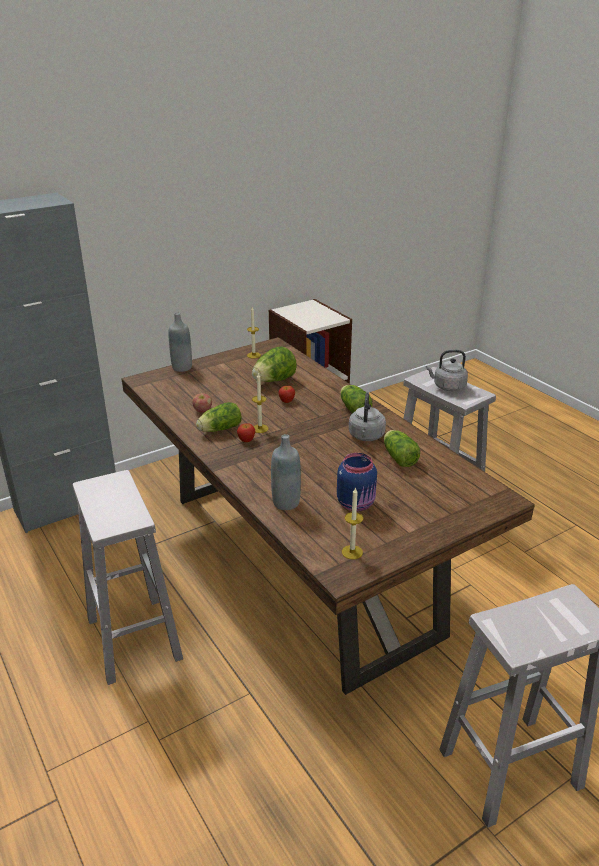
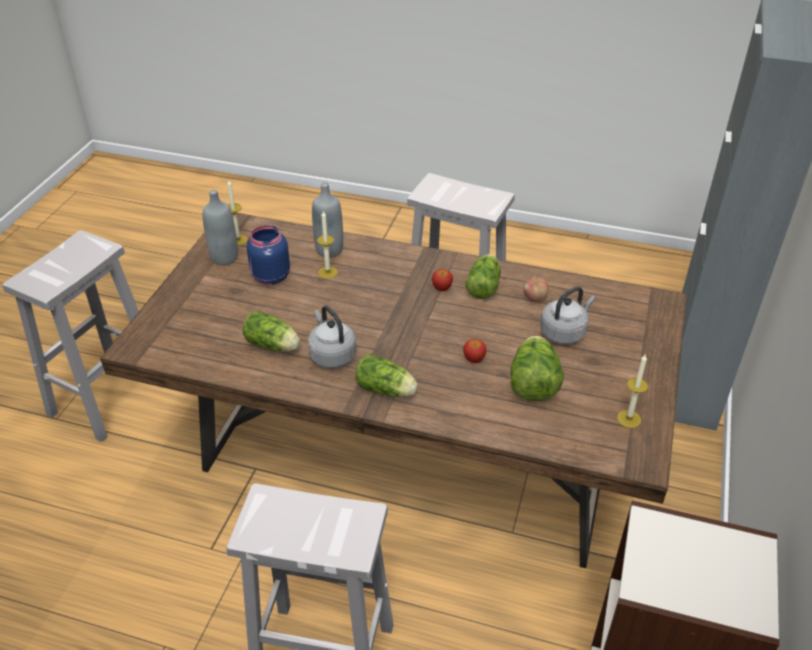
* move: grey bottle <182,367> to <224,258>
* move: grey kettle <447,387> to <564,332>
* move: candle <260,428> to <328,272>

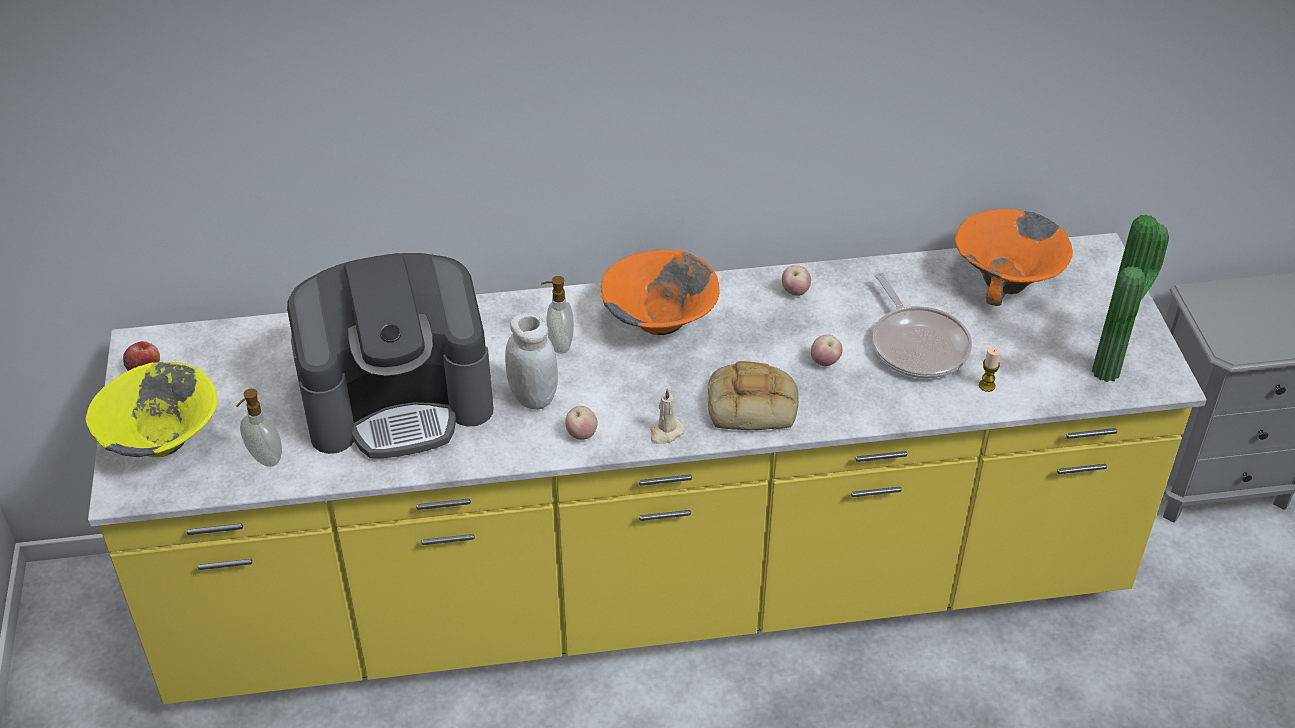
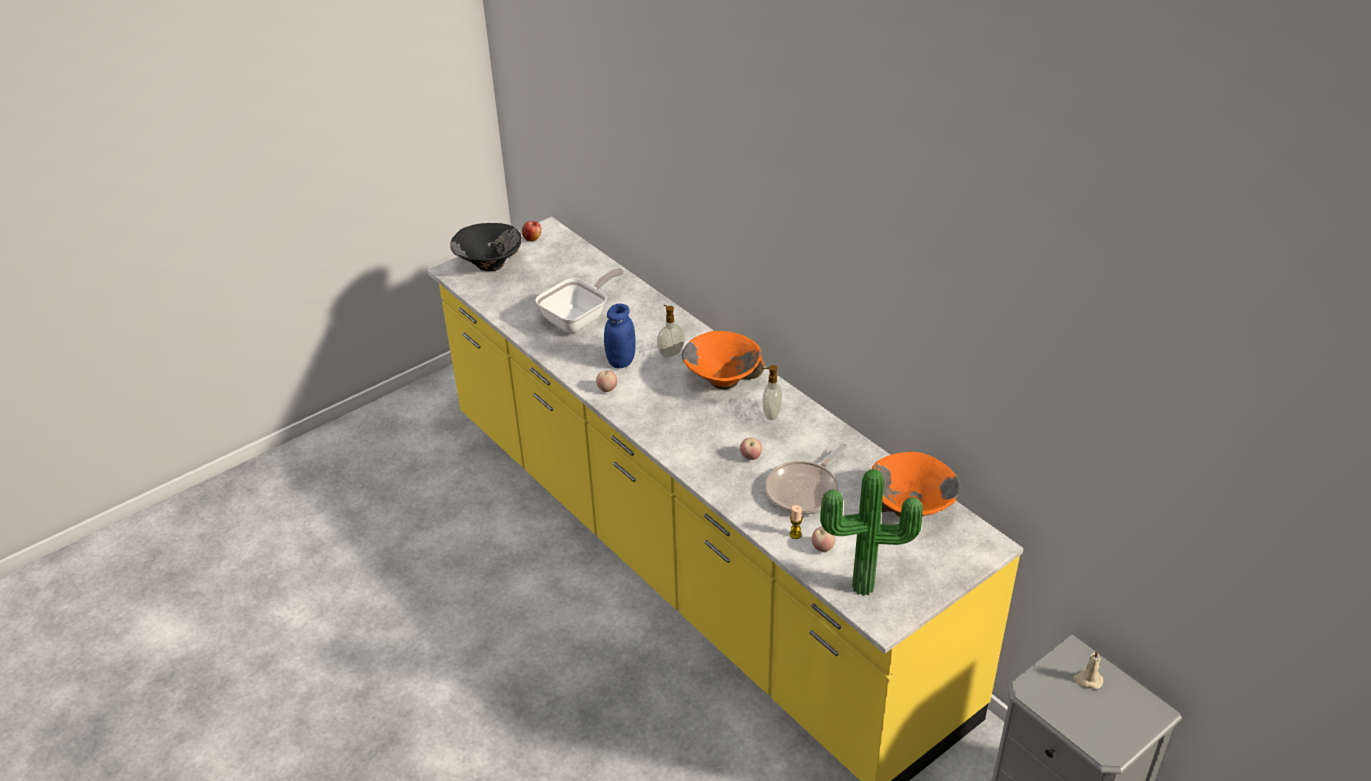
* replace: coffee machine <398,399> to frying pan <579,319>
* move: apple <795,292> to <822,548>
* recolor: white jar <533,397> to blue jar <621,361>
* delete: bread <753,403>
* recolor: yellow bowl <161,443> to black bowl <489,265>
* move: soap dispenser <264,458> to <770,414>
* move: beige candle <665,432> to <1087,680>

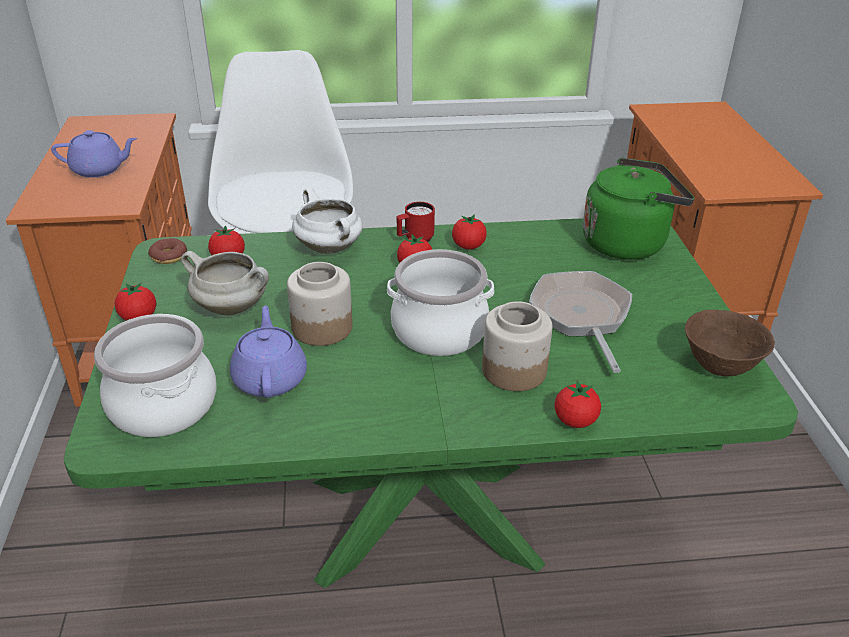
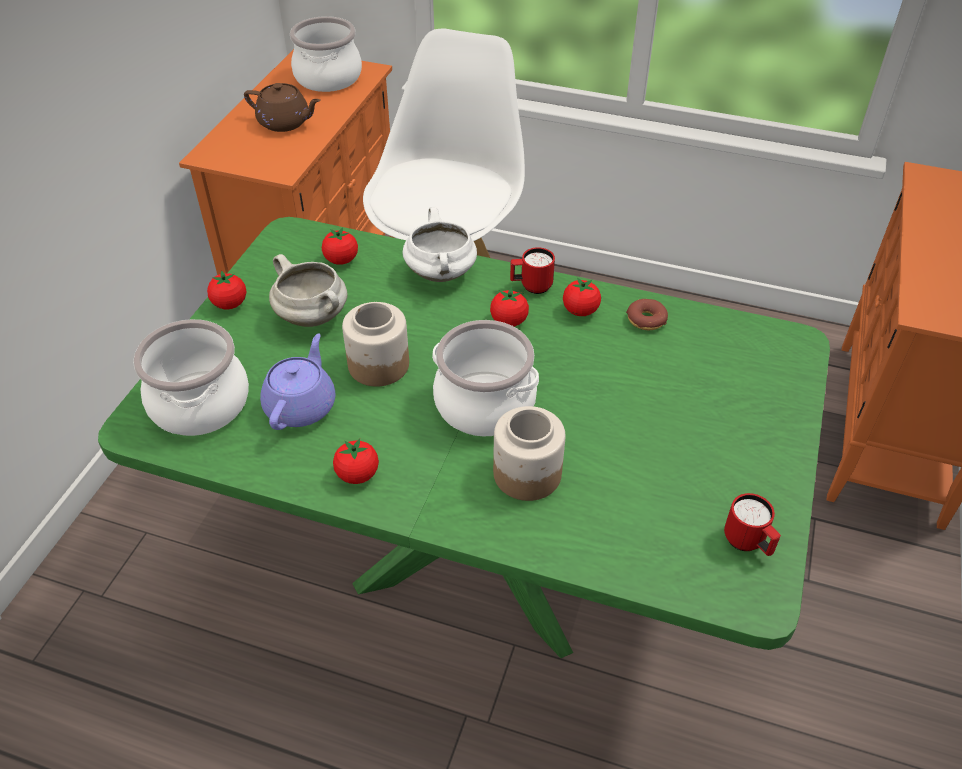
* recolor: purple teapot <99,170> to brown teapot <285,123>
* delete: green kettle <628,243>
* move: donut <169,257> to <646,320>
* delete: frying pan <581,317>
* replace: brown bowl <719,366> to red mug <748,543>
* move: tomato <575,421> to <357,474>
* insert: cooking pot <327,78>

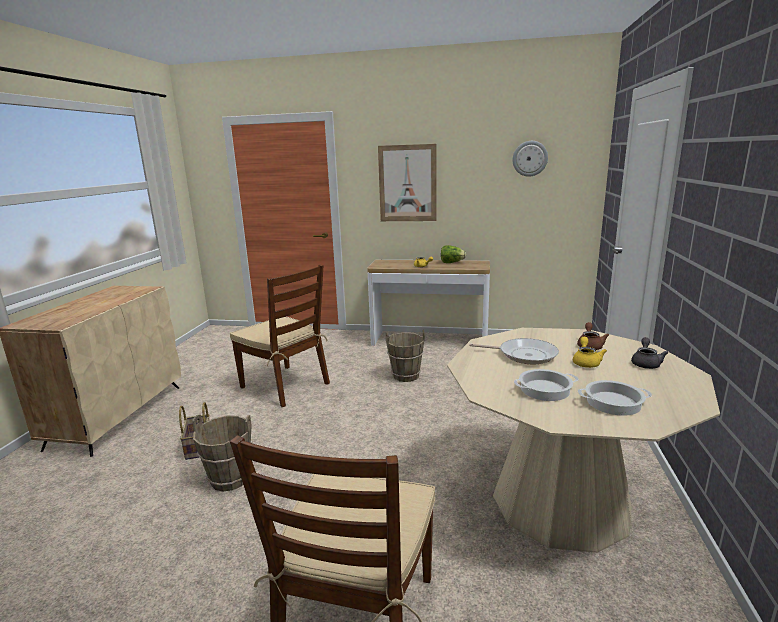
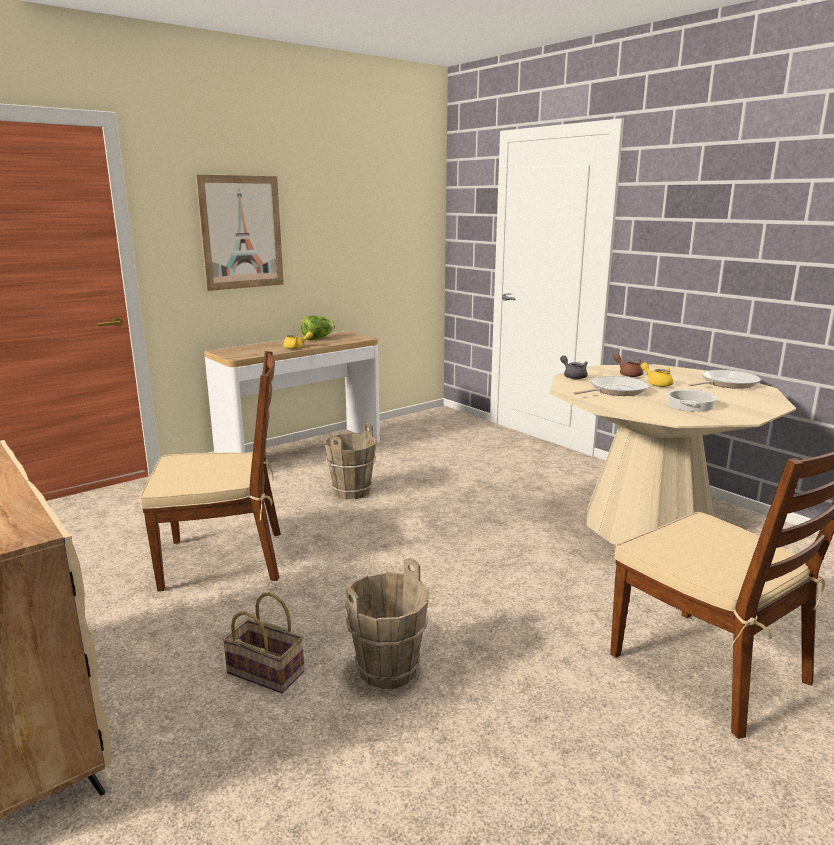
* delete: wall clock <530,158>
* move: grey teapot <646,363> to <573,376>
* delete: cooking pot <613,402>
* insert: frying pan <726,383>

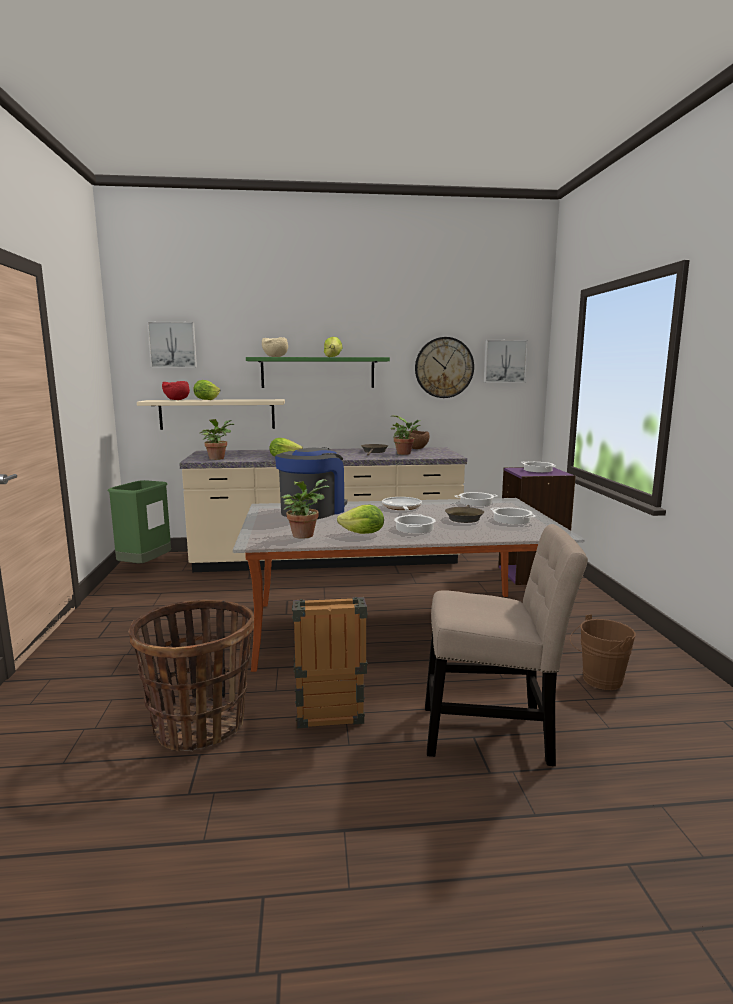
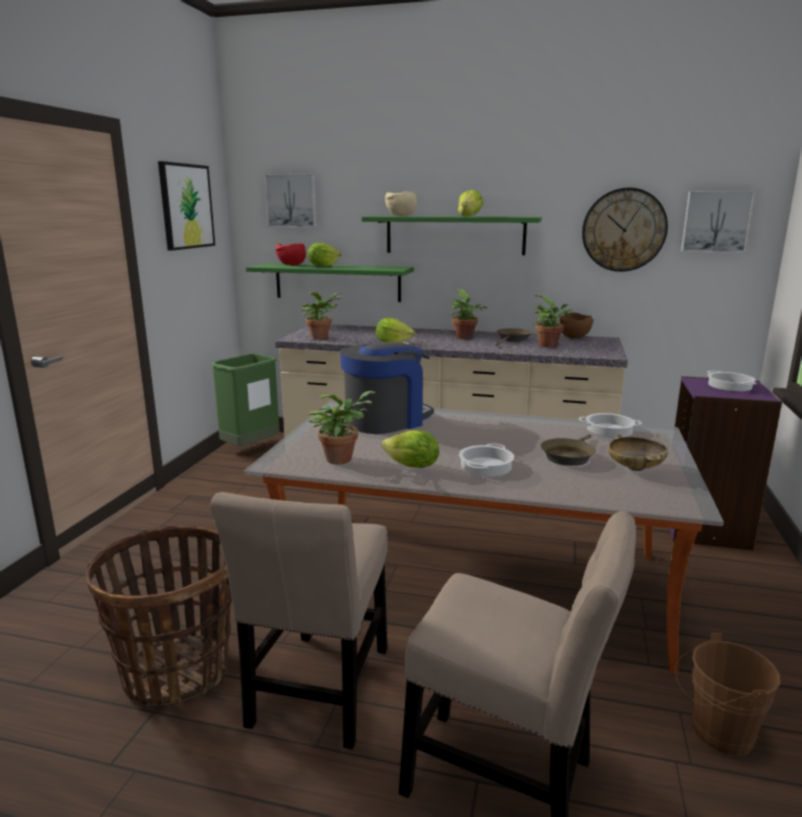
* recolor: beige shelf <217,414> to green shelf <337,282>
* delete: frying pan <401,508>
* replace: cooking pot <511,520> to beige bowl <635,468>
* replace: crate <328,714> to beige chair <319,692>
* insert: picture <186,206>
* insert: potted plant <465,338>

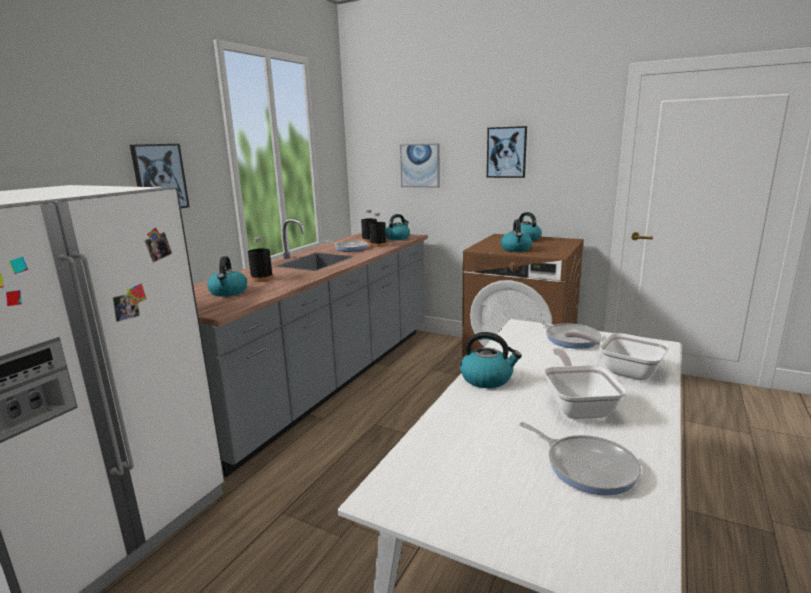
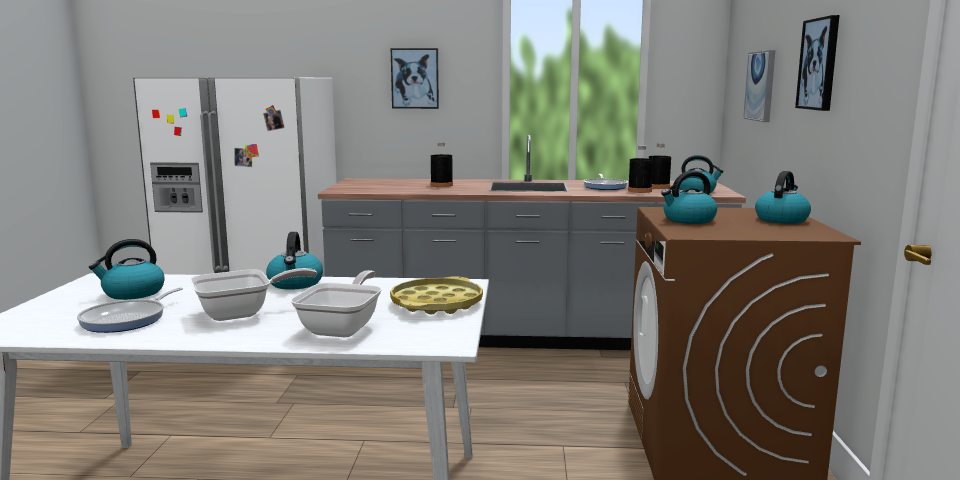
* move: kettle <228,292> to <132,293>
* replace: frying pan <569,338> to yellow tray <437,303>

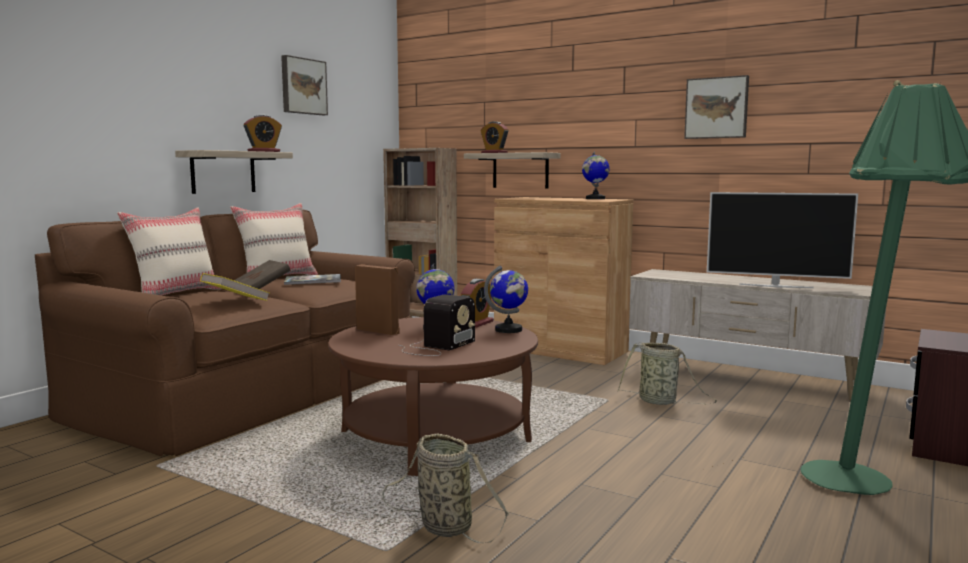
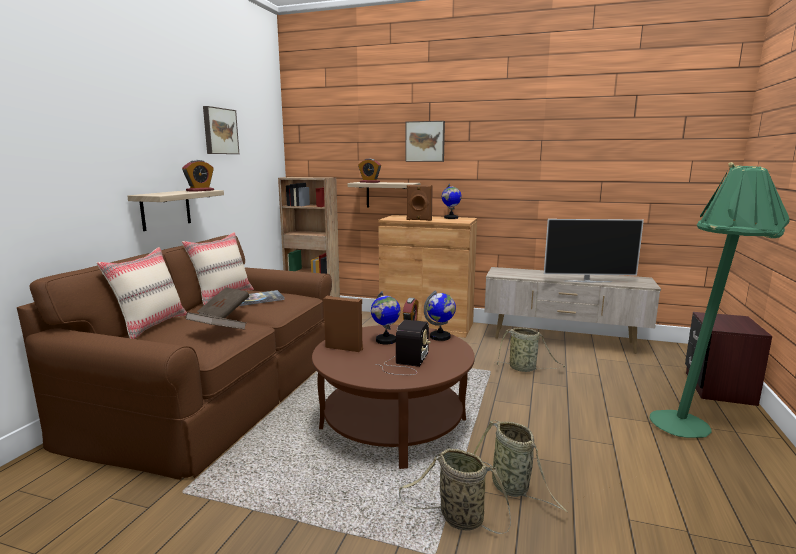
* move: picture <717,108> to <425,141>
* recolor: yellow book <235,301> to brown book <217,332>
* insert: brown speaker <419,220>
* insert: basket <513,488>

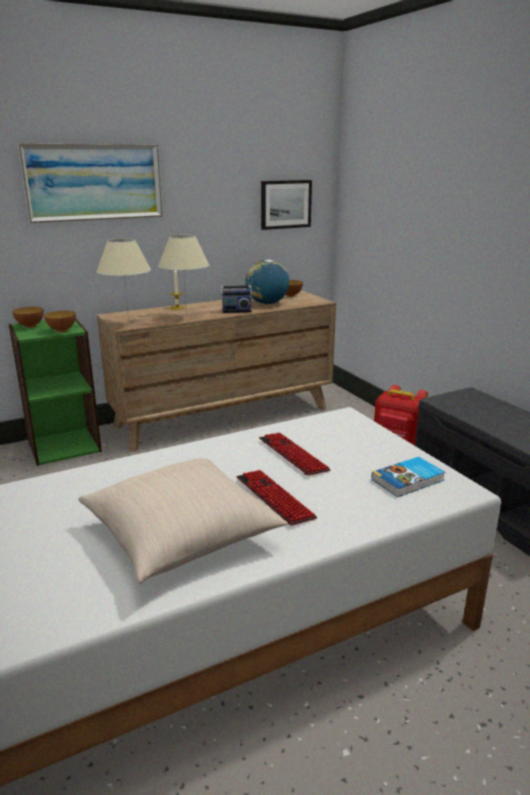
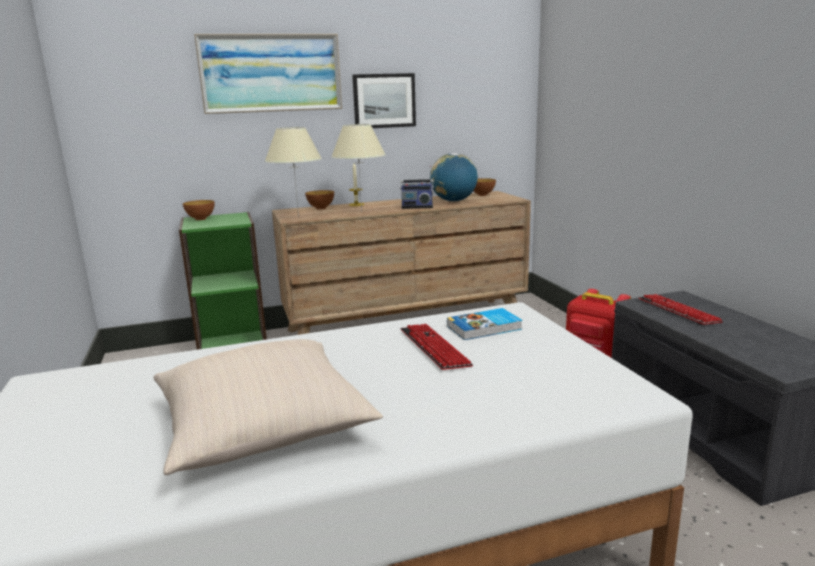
* move: picture <285,204> to <384,101>
* move: bowl <62,330> to <320,208>
* move: book <409,480> to <485,328>
* move: keyboard <274,498> to <678,311>

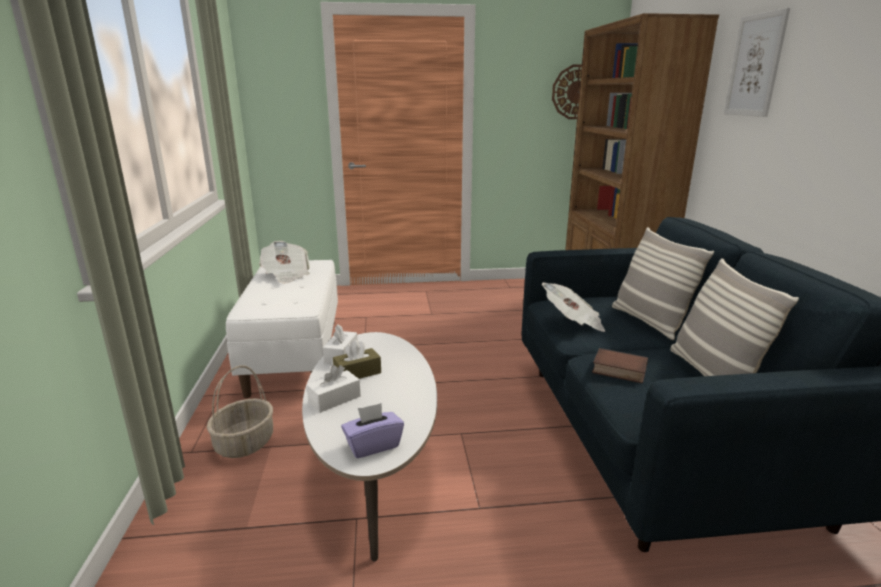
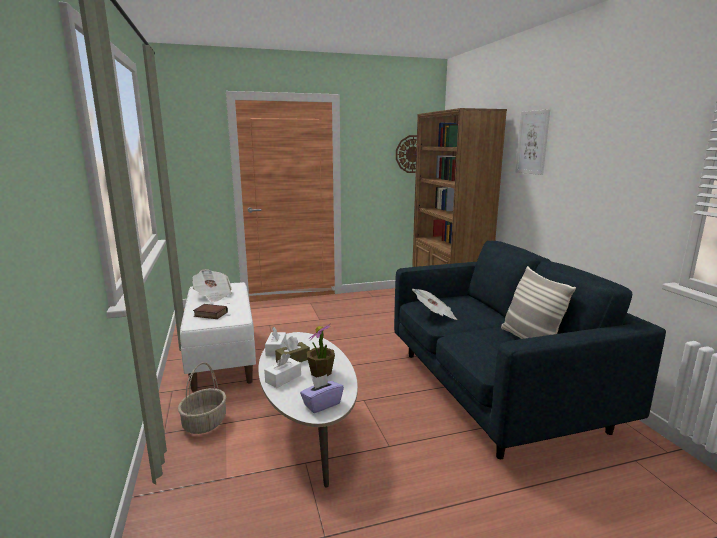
* delete: pillow <649,321>
* move: book <618,370> to <210,314>
* insert: potted plant <321,372>

